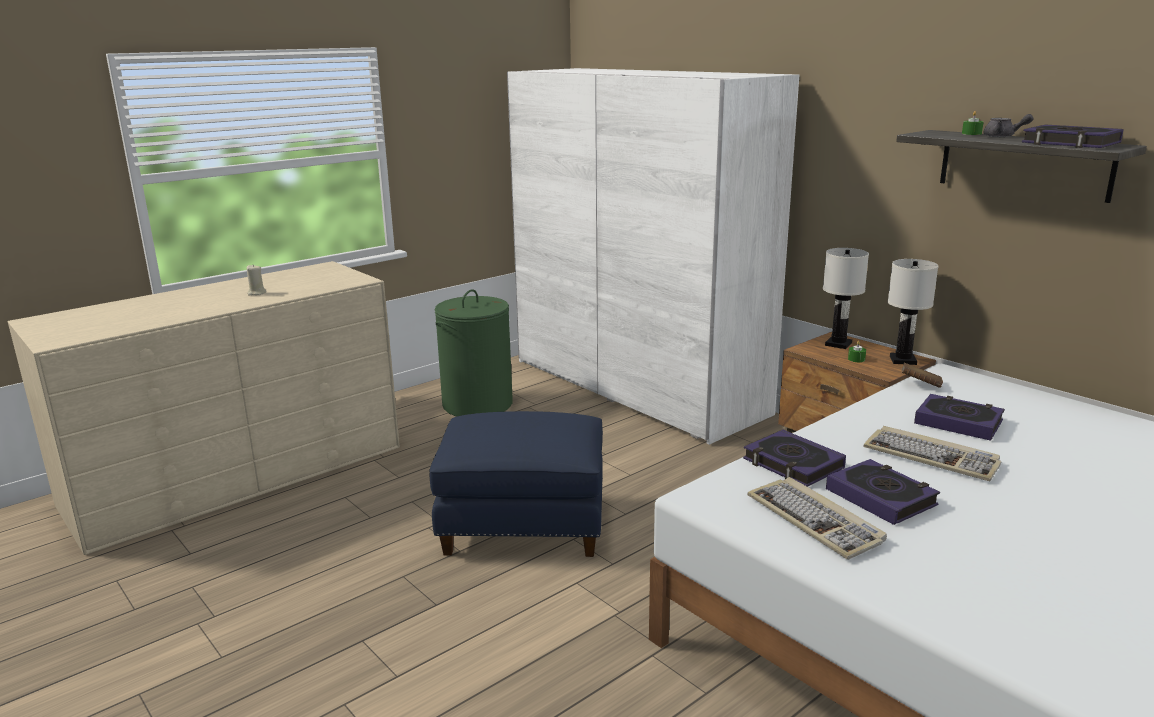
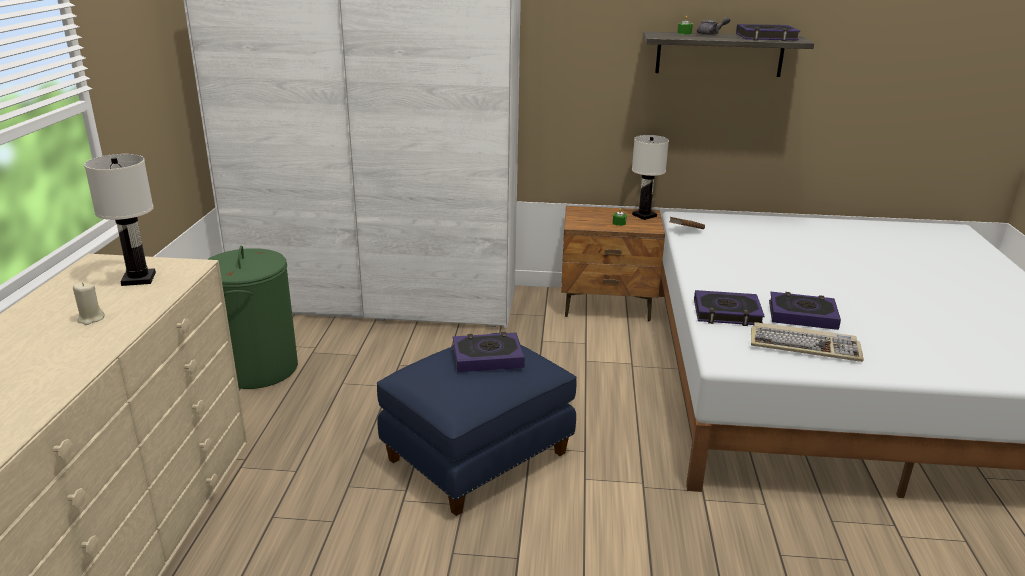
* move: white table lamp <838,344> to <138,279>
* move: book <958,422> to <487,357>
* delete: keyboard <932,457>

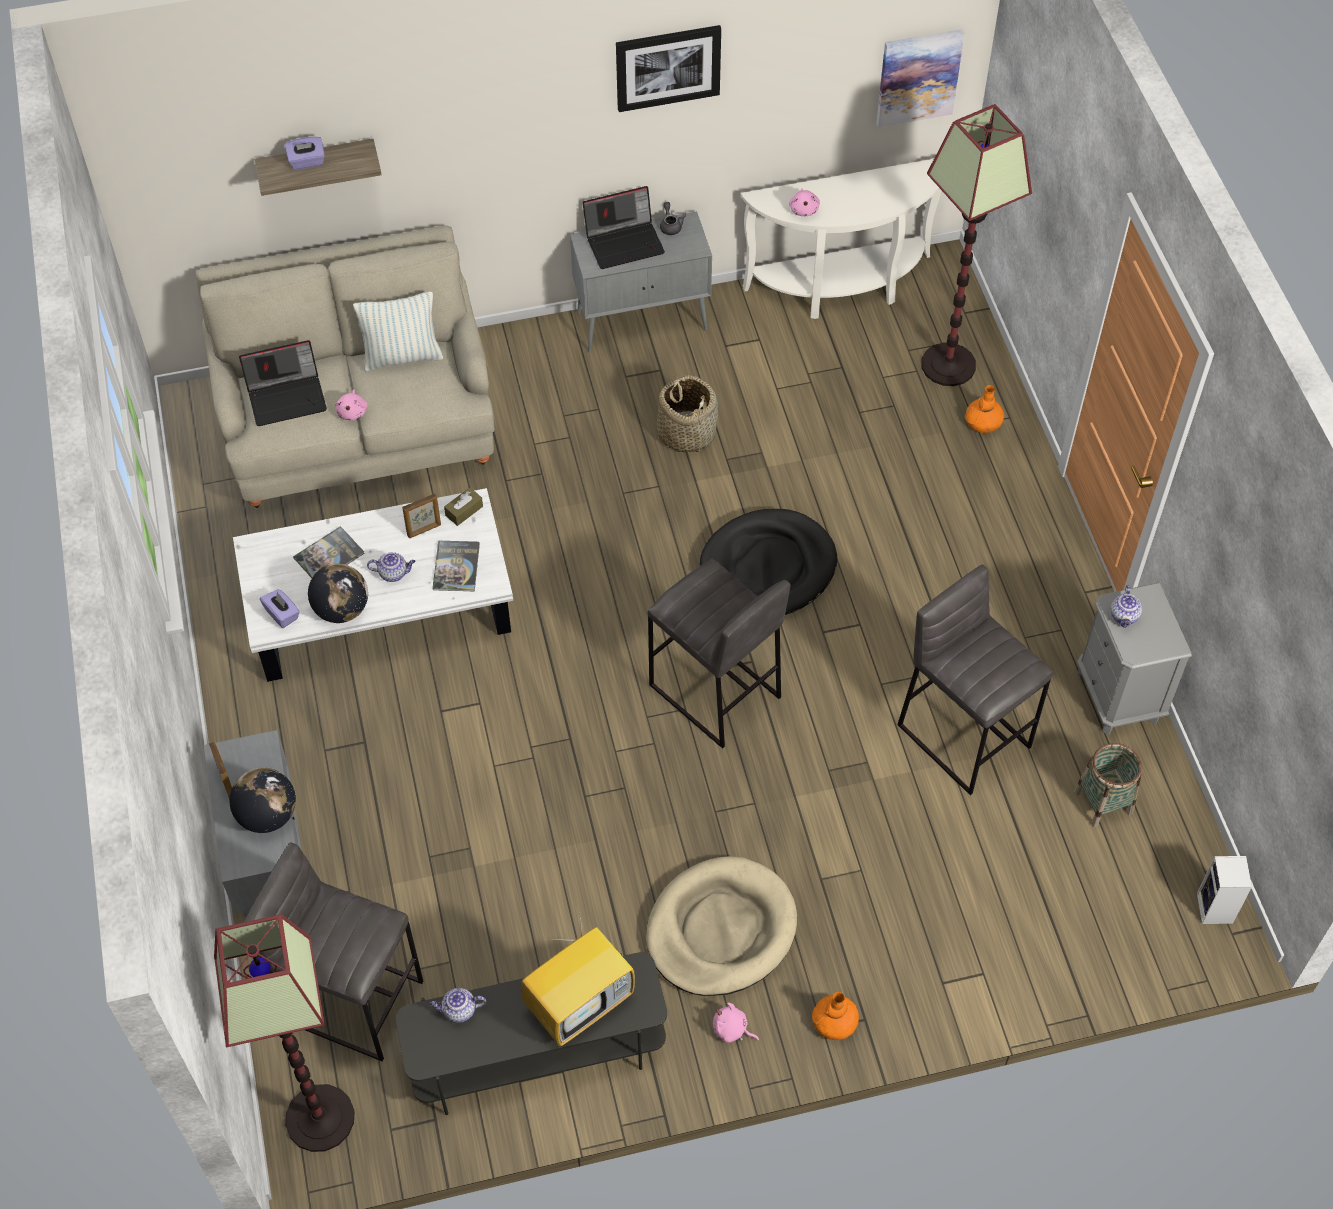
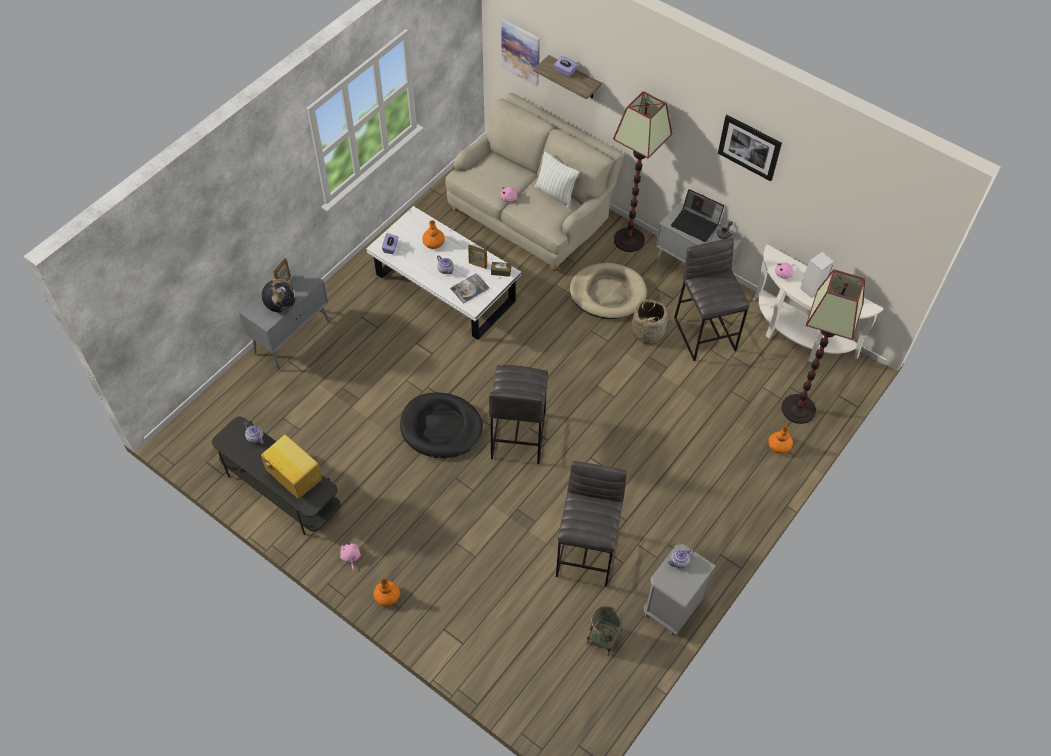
* move: picture <918,77> to <521,52>
* delete: laptop <288,397>
* move: black dog bed <768,567> to <441,428>
* replace: book <329,556> to orange vase <434,242>
* delete: globe <342,609>
* move: grey stool <352,999> to <705,333>
* move: beige dog bed <720,930> to <607,293>
* move: speaker <1215,910> to <811,289>
* rotate: television <580,1001> = <293,478> 150 degrees counterclockwise
* move: floor lamp <320,1117> to <629,240>

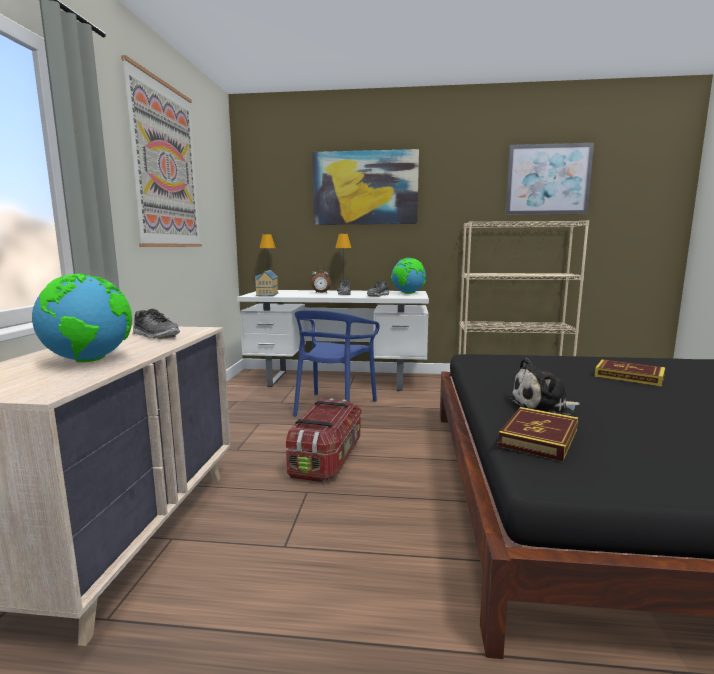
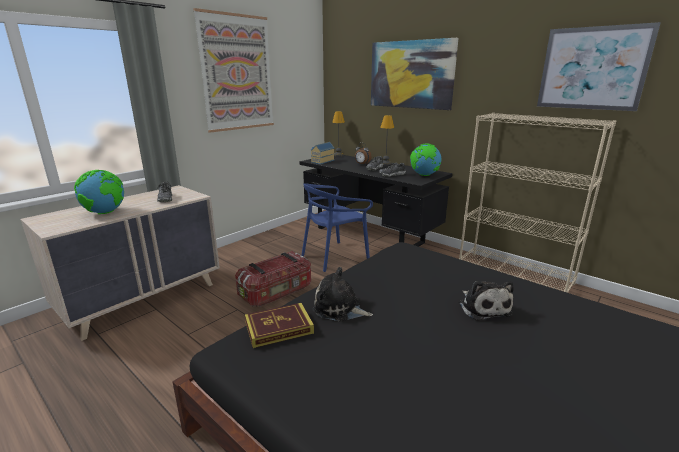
* recolor: white desk <338,381> to black desk <369,235>
* replace: book <629,376> to plush toy <483,307>

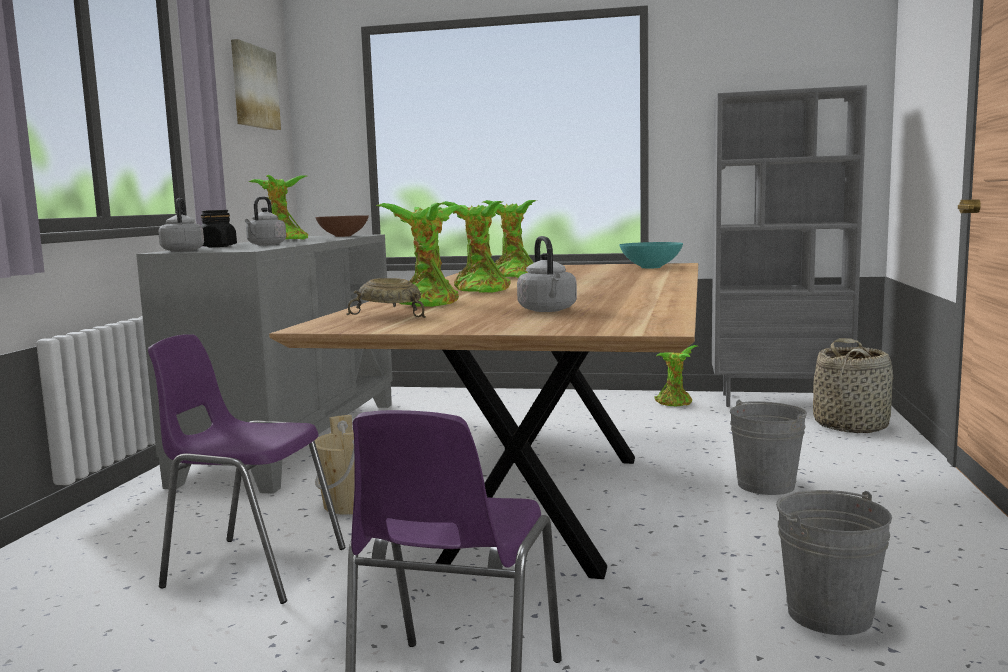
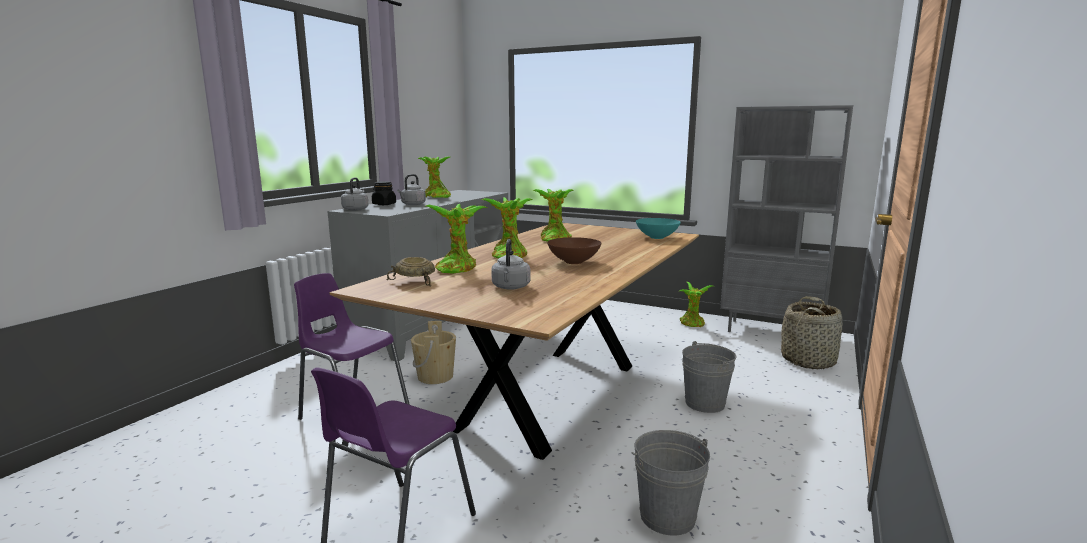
* delete: picture <253,87>
* move: brown bowl <342,236> to <573,262>

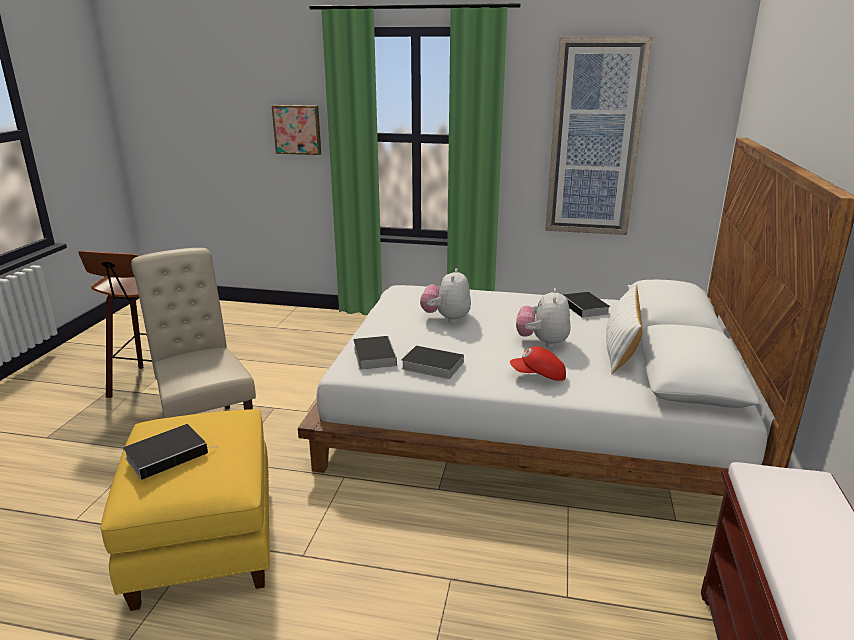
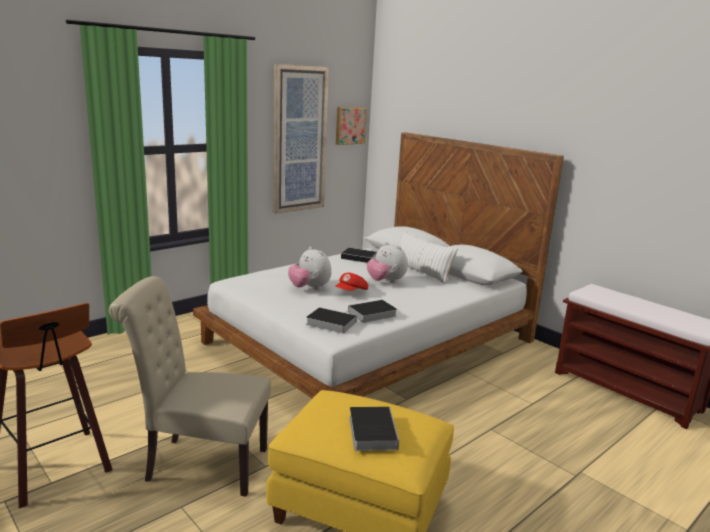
* move: picture <297,129> to <349,125>
* move: red cap <538,376> to <351,292>

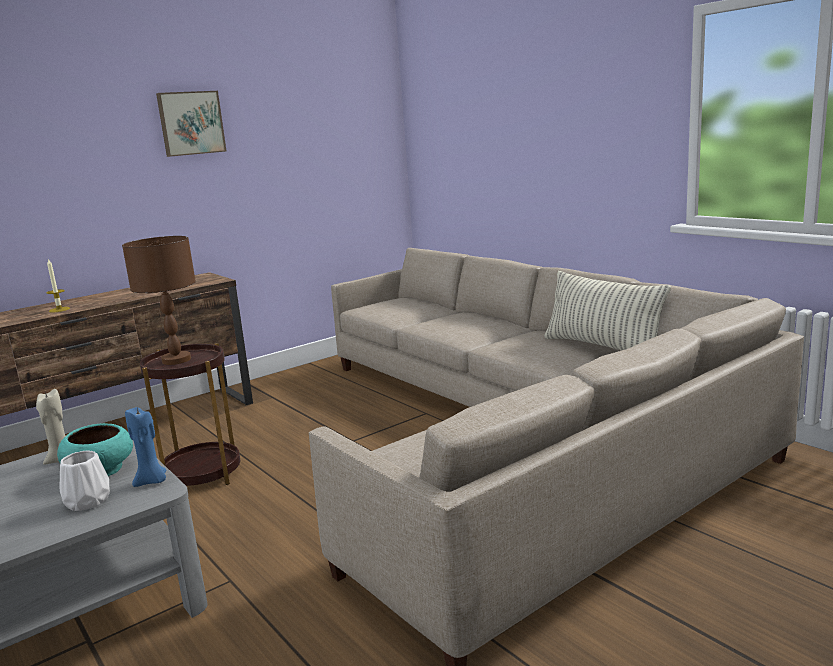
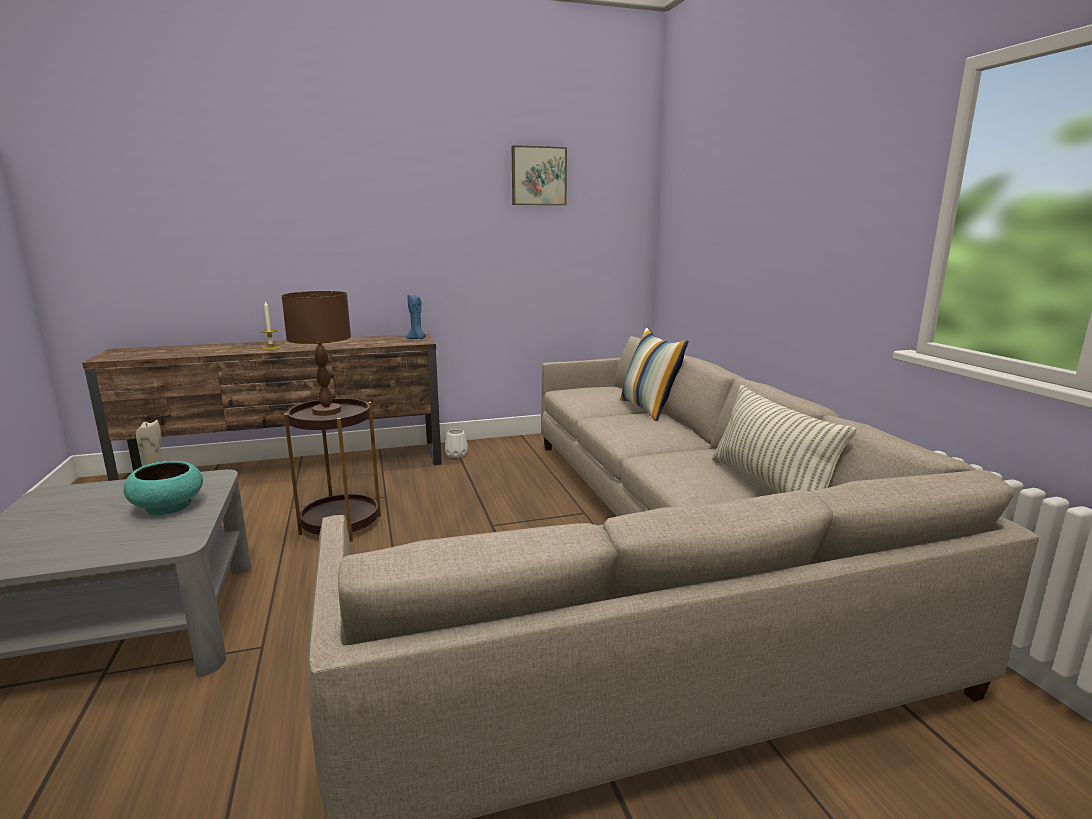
* move: picture <191,123> to <538,176>
* move: blue candle <152,481> to <417,339>
* move: white vase <88,502> to <456,455>
* insert: pillow <649,409>

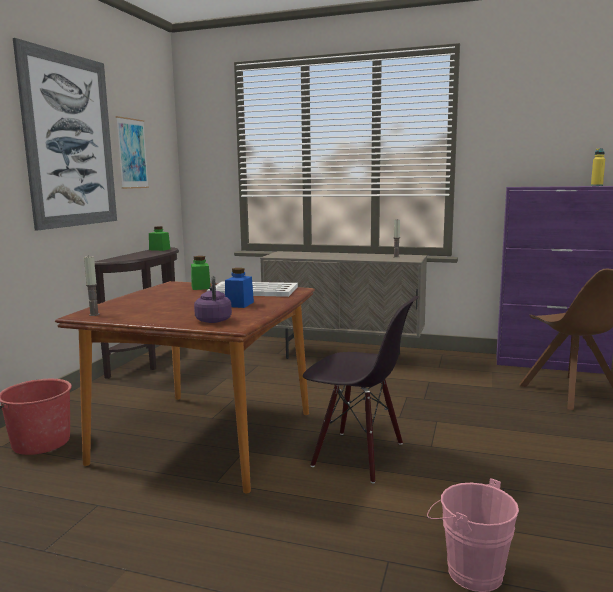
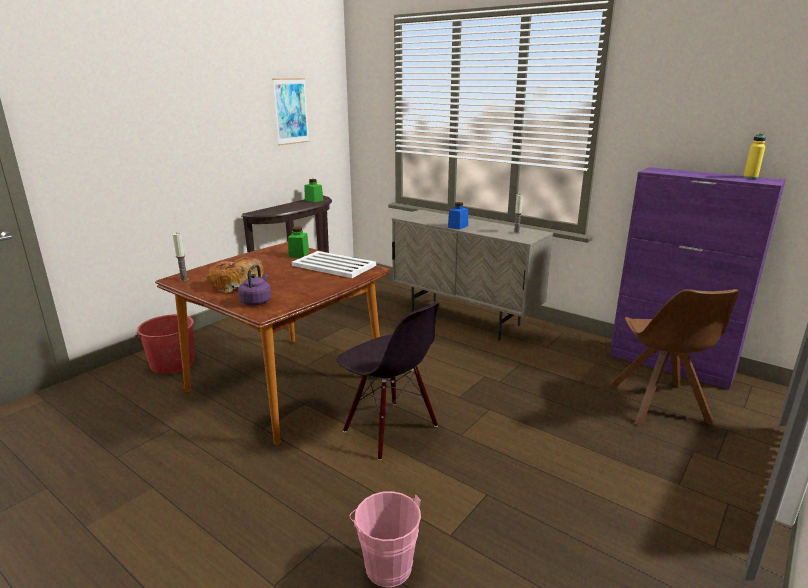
* delete: picture <70,141>
* move: blue jar <239,304> to <458,226>
* insert: bread <236,283>

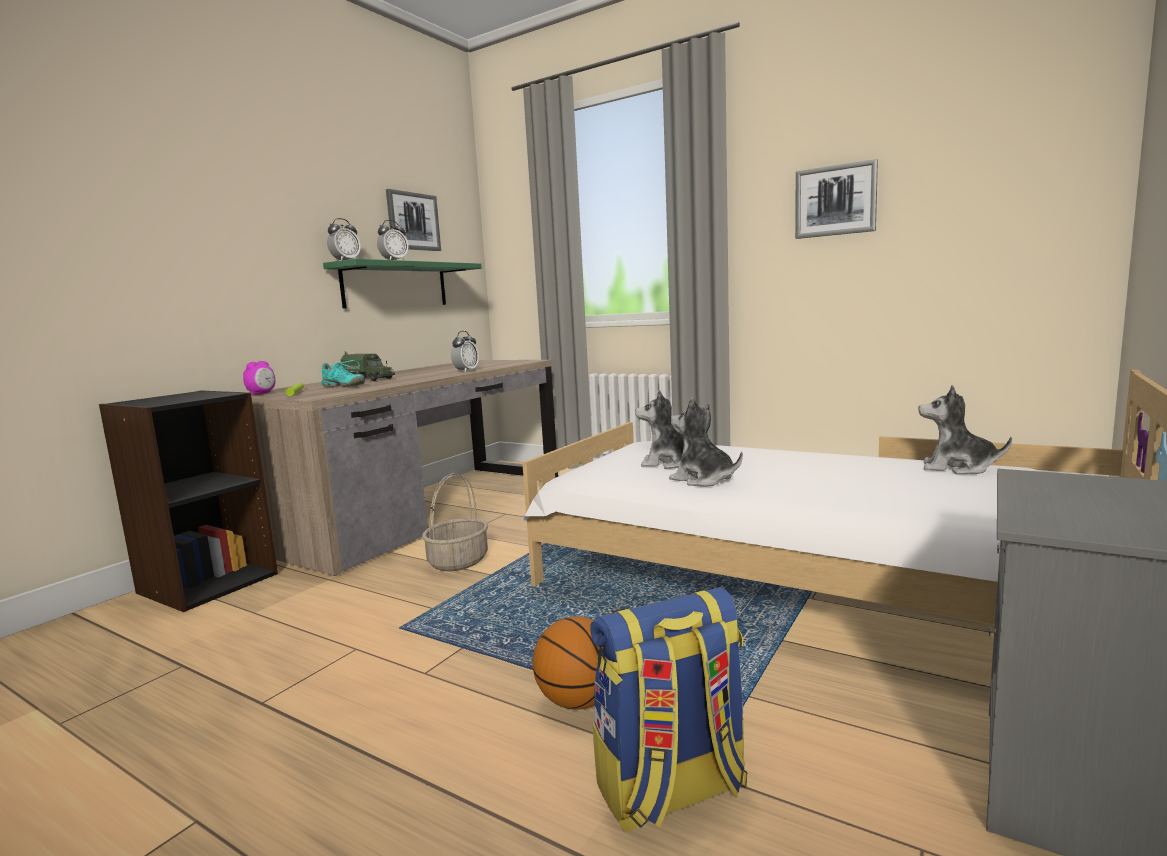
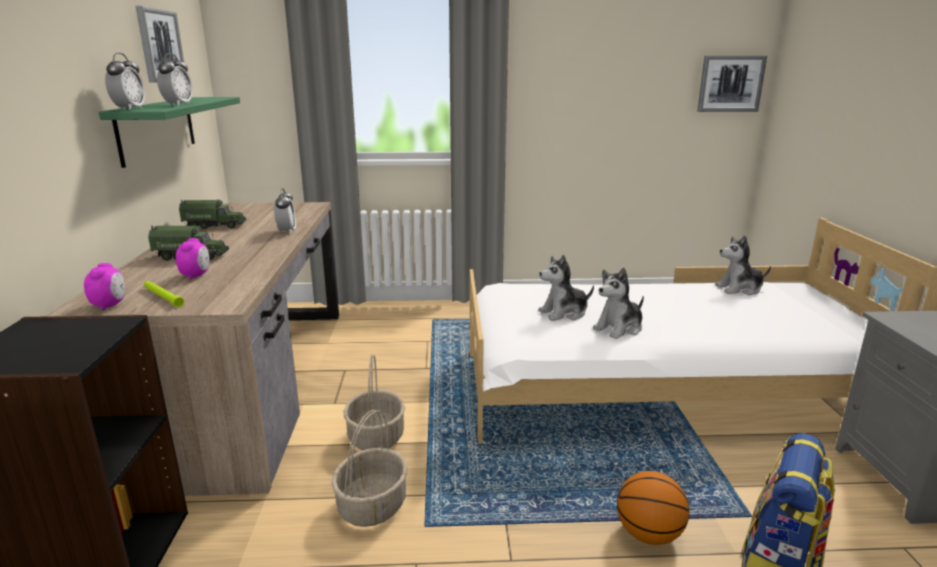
* move: picture <835,200> to <730,84>
* replace: turquoise shoe <343,386> to alarm clock <196,275>
* rotate: plush toy <703,480> = <619,328> 45 degrees counterclockwise
* insert: toy truck <215,226>
* insert: basket <372,505>

